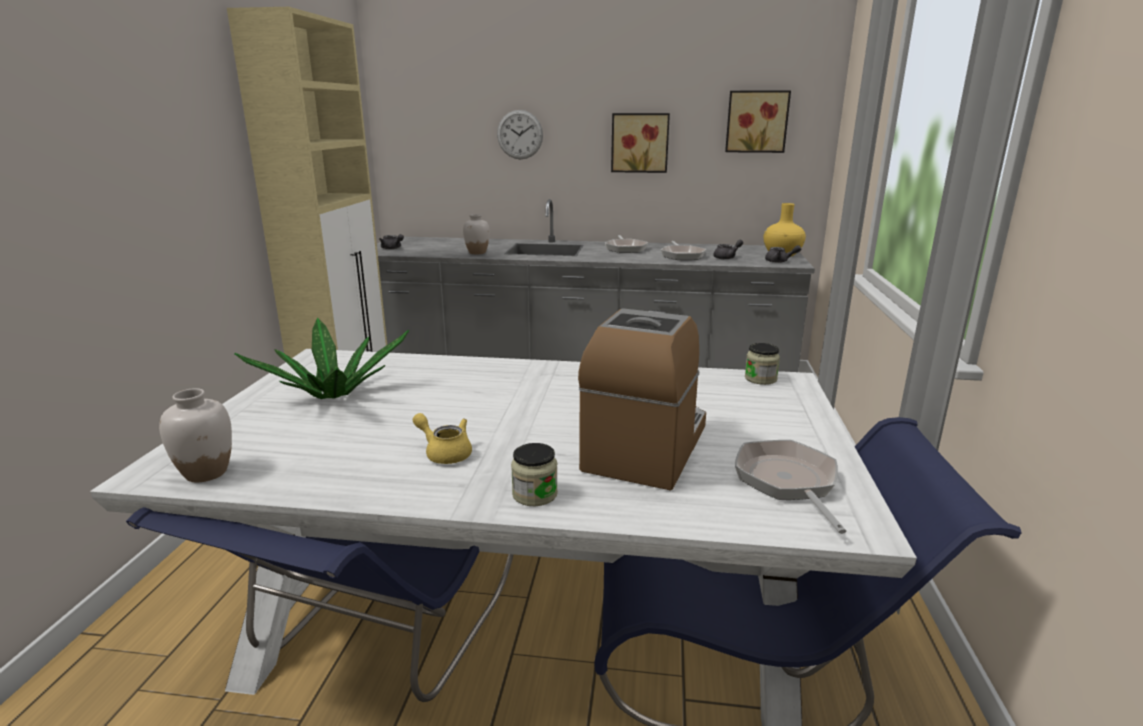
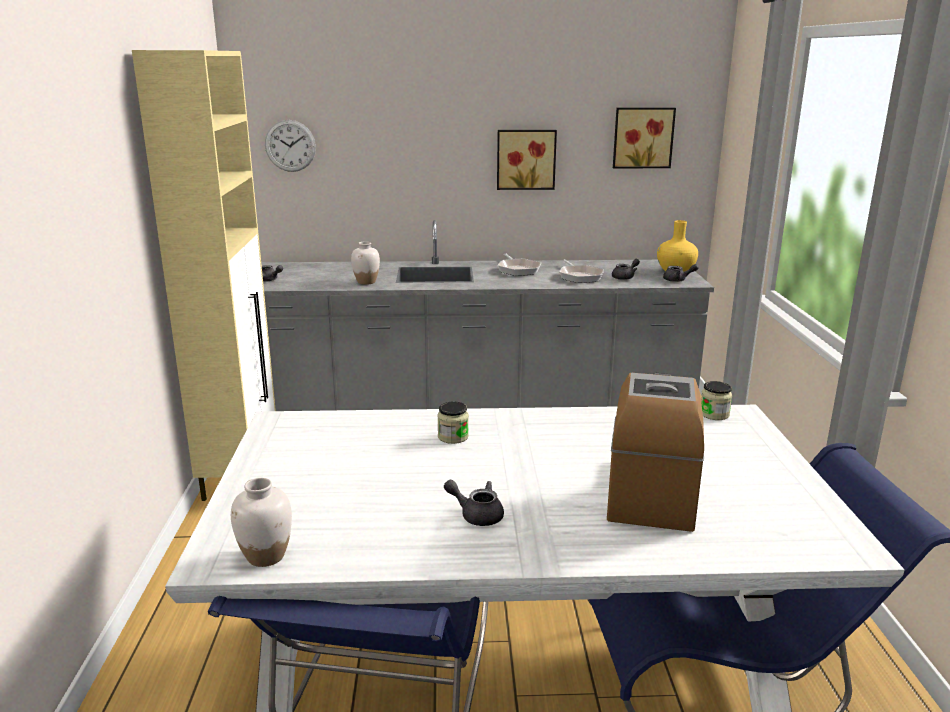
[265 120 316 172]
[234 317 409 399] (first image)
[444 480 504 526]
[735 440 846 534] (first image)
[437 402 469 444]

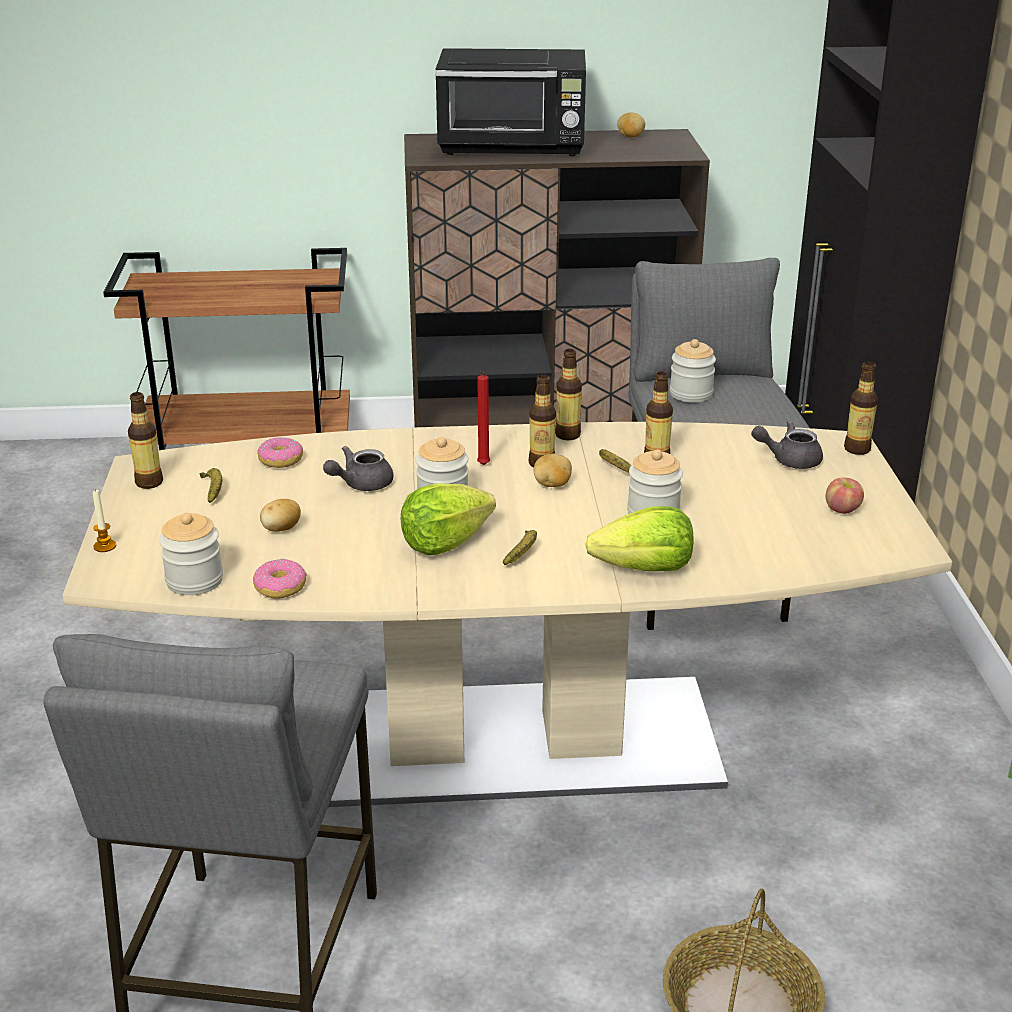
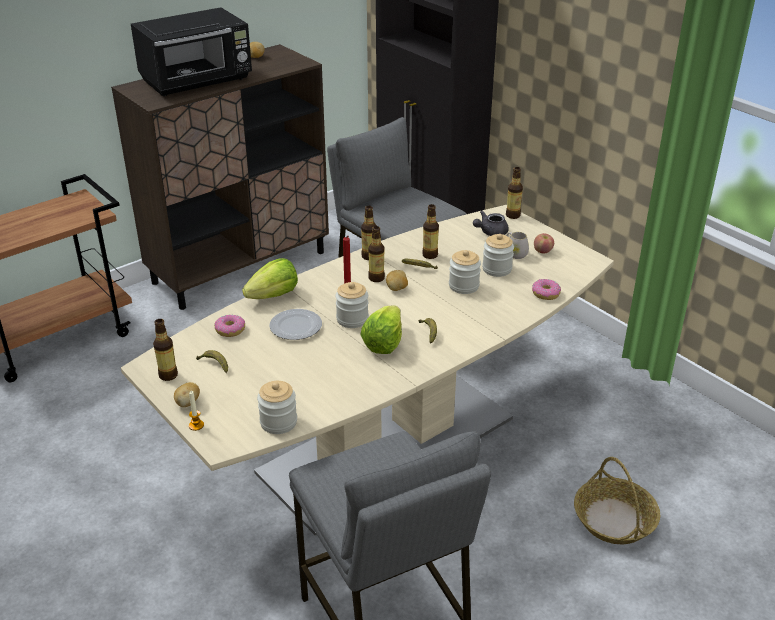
[482 234 514 277]
[269 309 322 340]
[174 382 200 407]
[242 258 298 299]
[532 279 561 300]
[507 232 529 259]

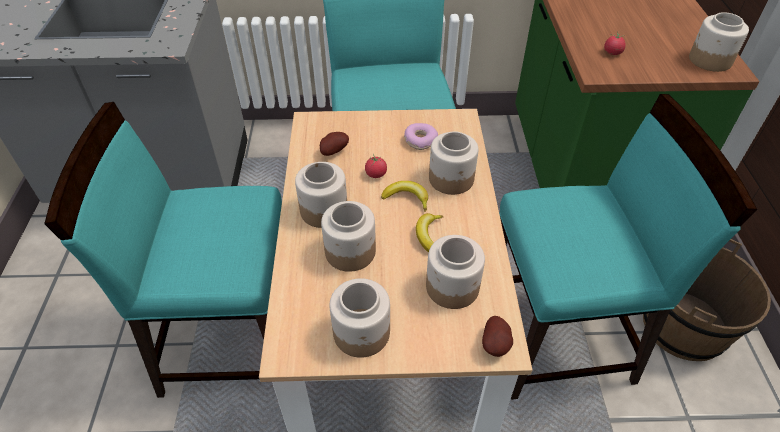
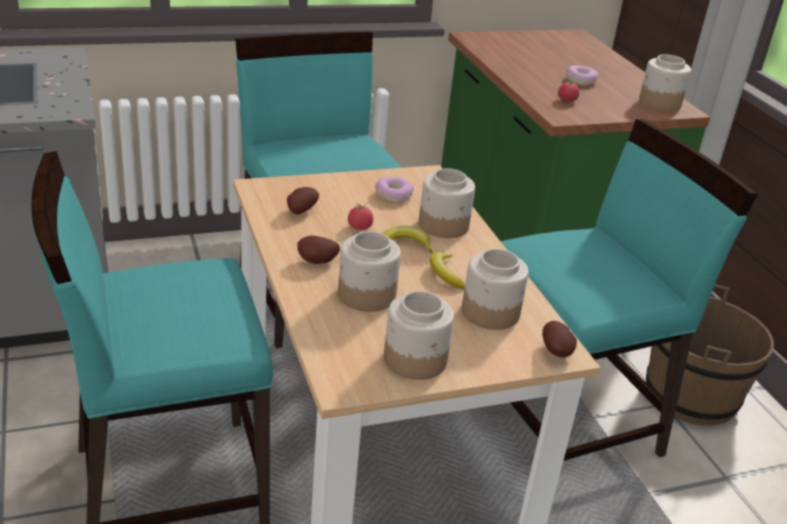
[297 236 340 264]
[566 66 598 86]

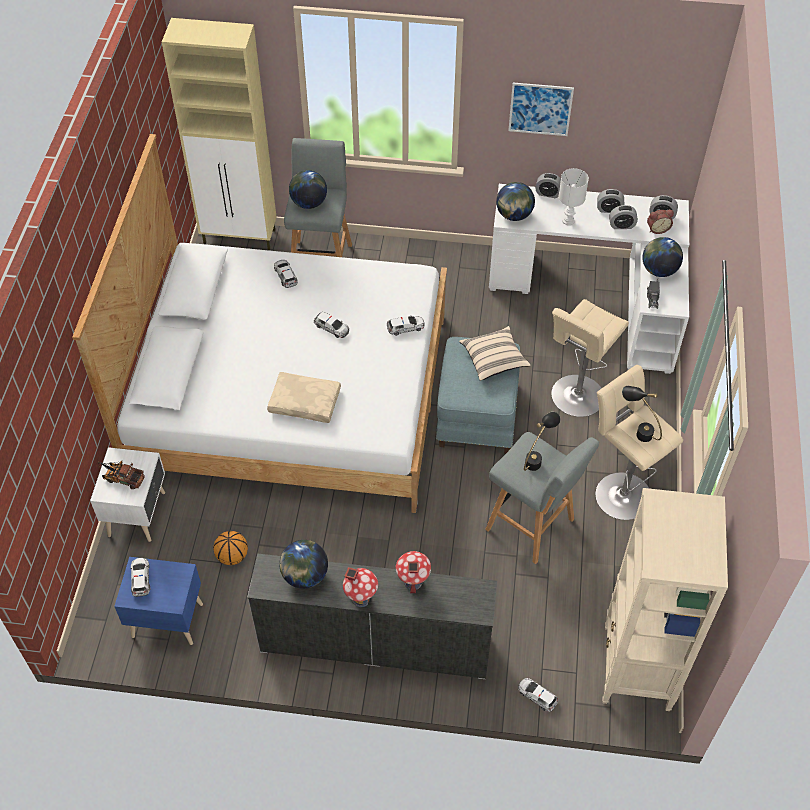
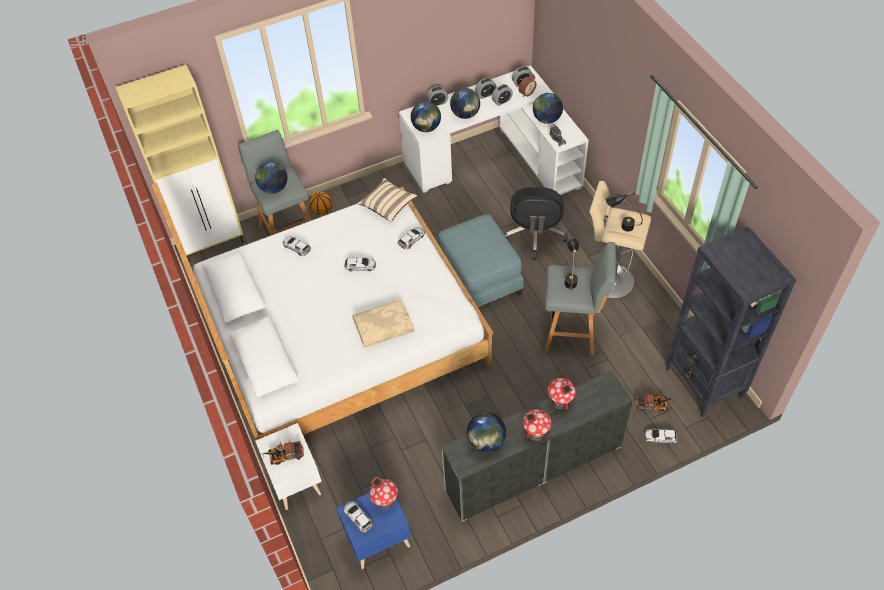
[508 83 574 136] (first image)
[450 88 480 119]
[504 187 568 260]
[358 178 417 222]
[665 226 796 417]
[309 192 332 215]
[636 392 674 412]
[369 476 398 510]

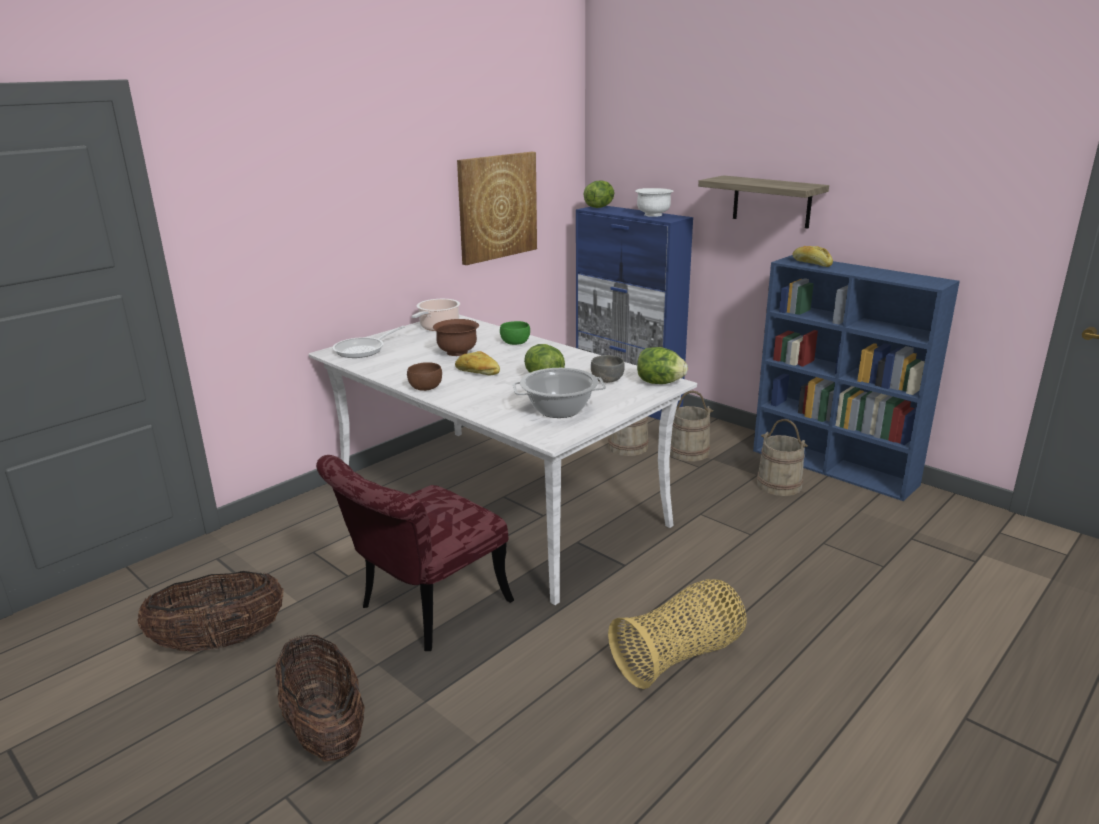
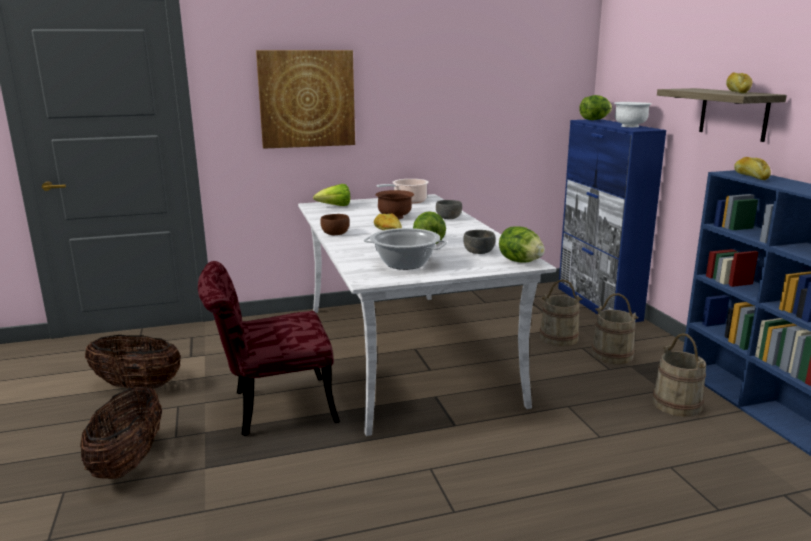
[256 50 355 149]
[436 200 462 219]
[313 184 350 206]
[608 579 747 689] (first image)
[726 72 753 94]

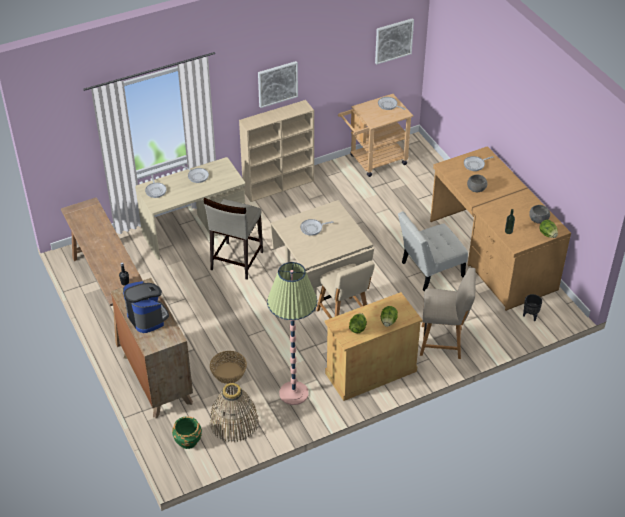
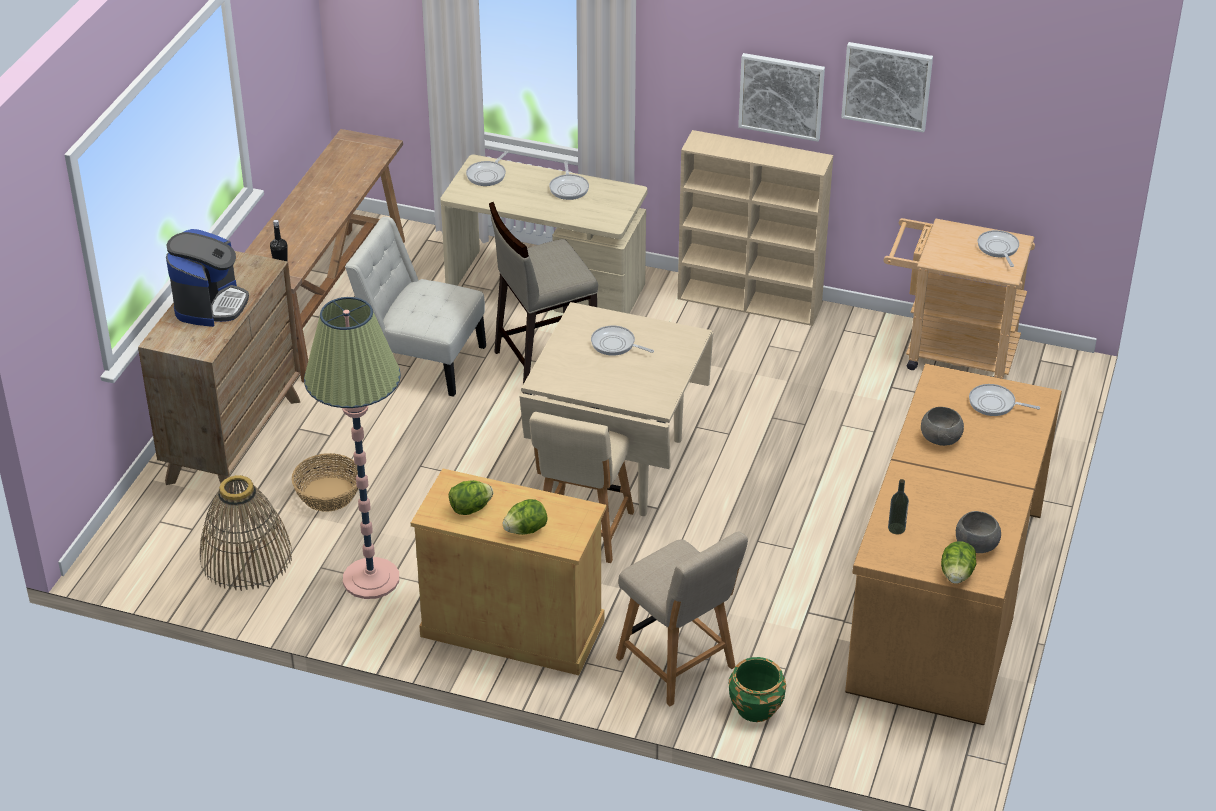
[841 42 933 133]
[345 217 486 397]
[523 294 542 321] (first image)
[729 657 786 722]

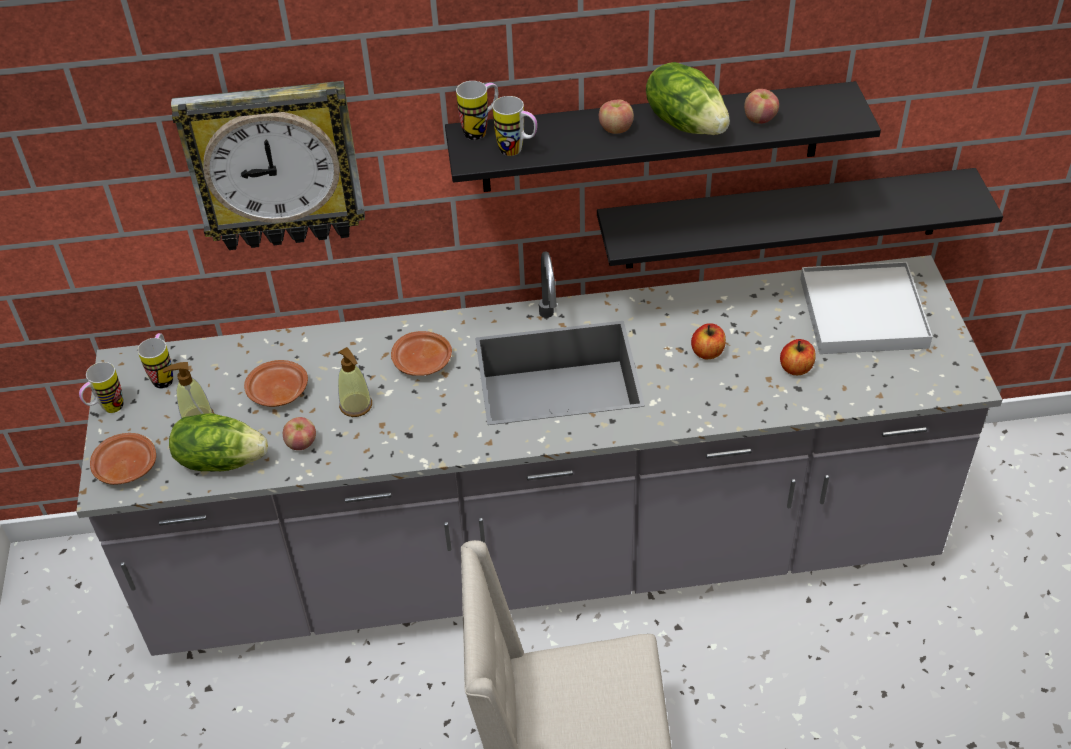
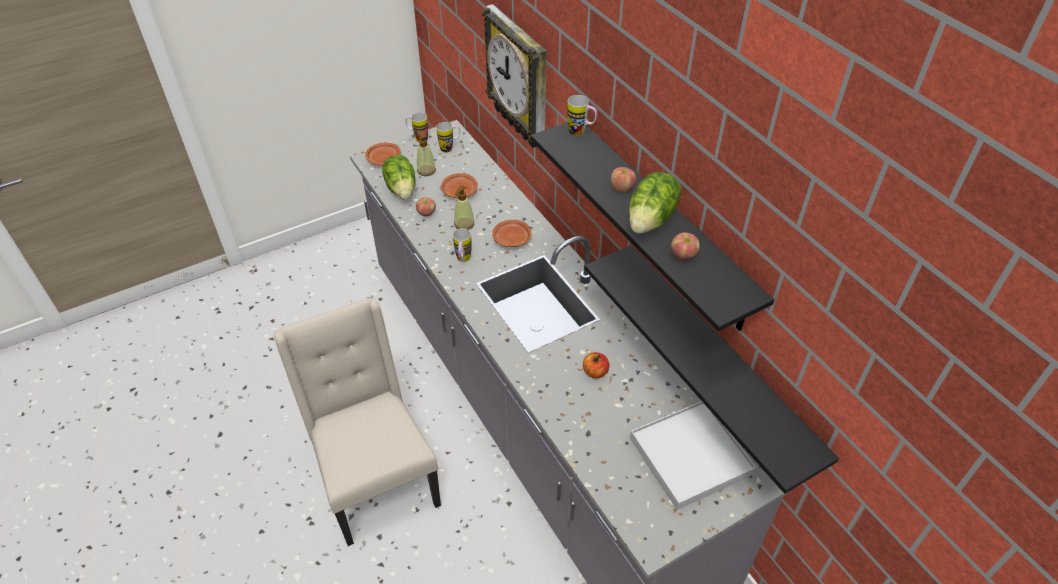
[453 228 472 262]
[780 339 816 375] (first image)

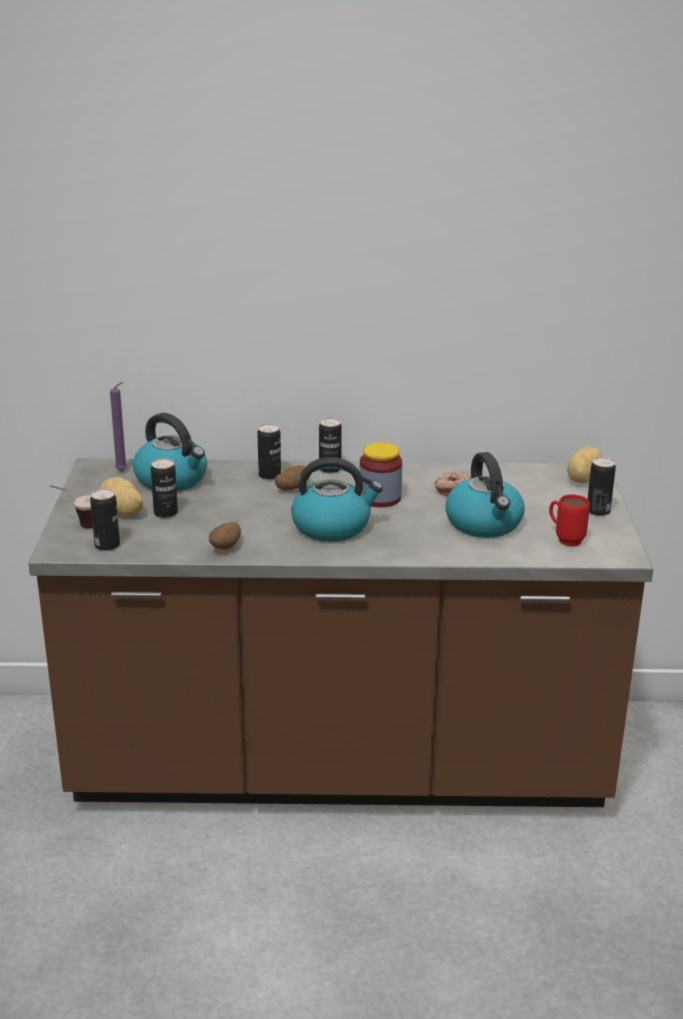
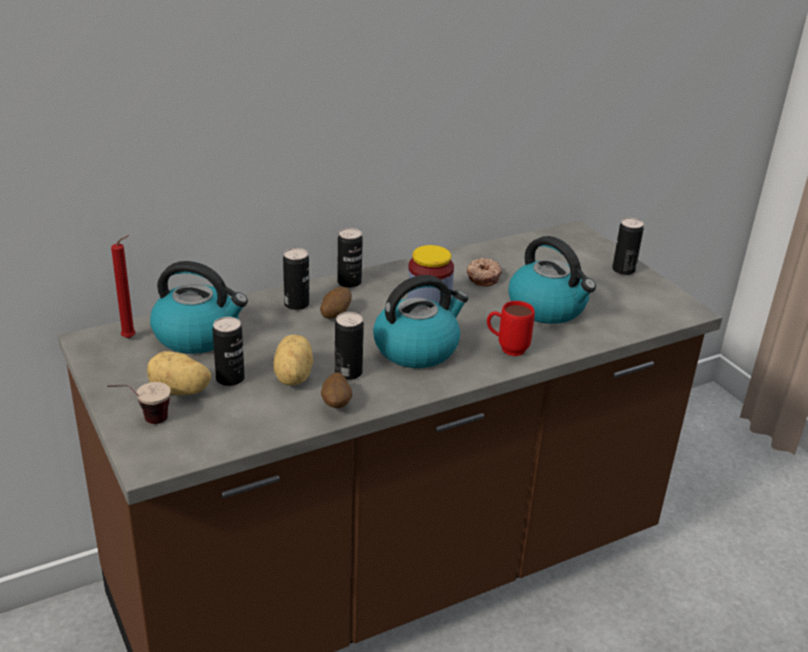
[111 235 136 339]
[273 335 314 386]
[335 312 364 380]
[487 301 535 356]

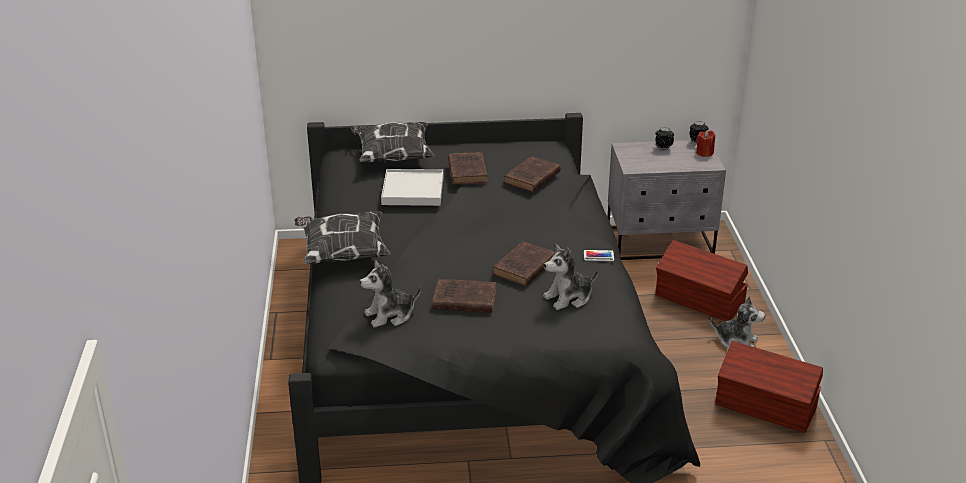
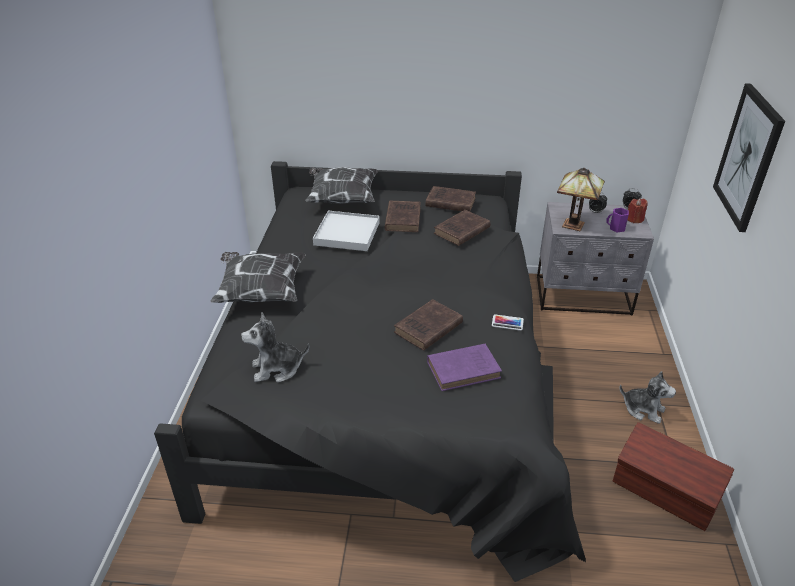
[656 240 748 321] (first image)
[427 344 502 391]
[426 186 476 212]
[713 83 785 232]
[557 167 605 231]
[606 208 629 233]

